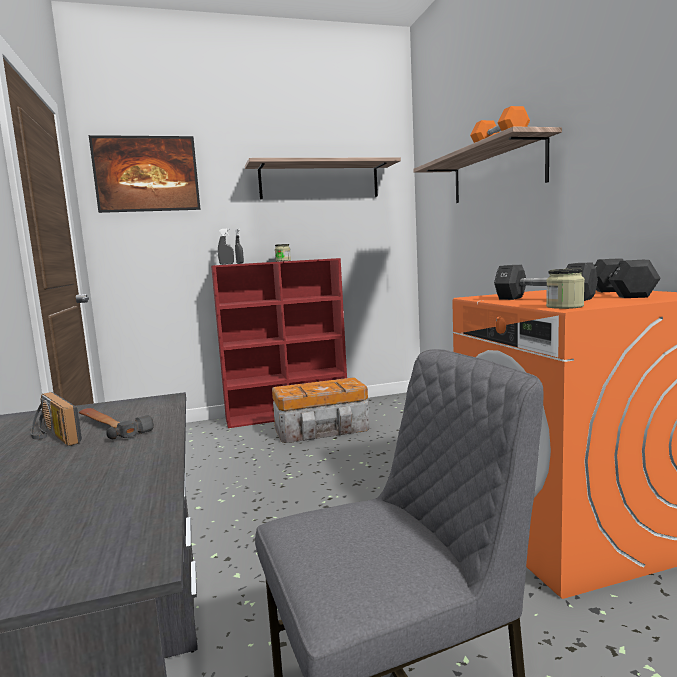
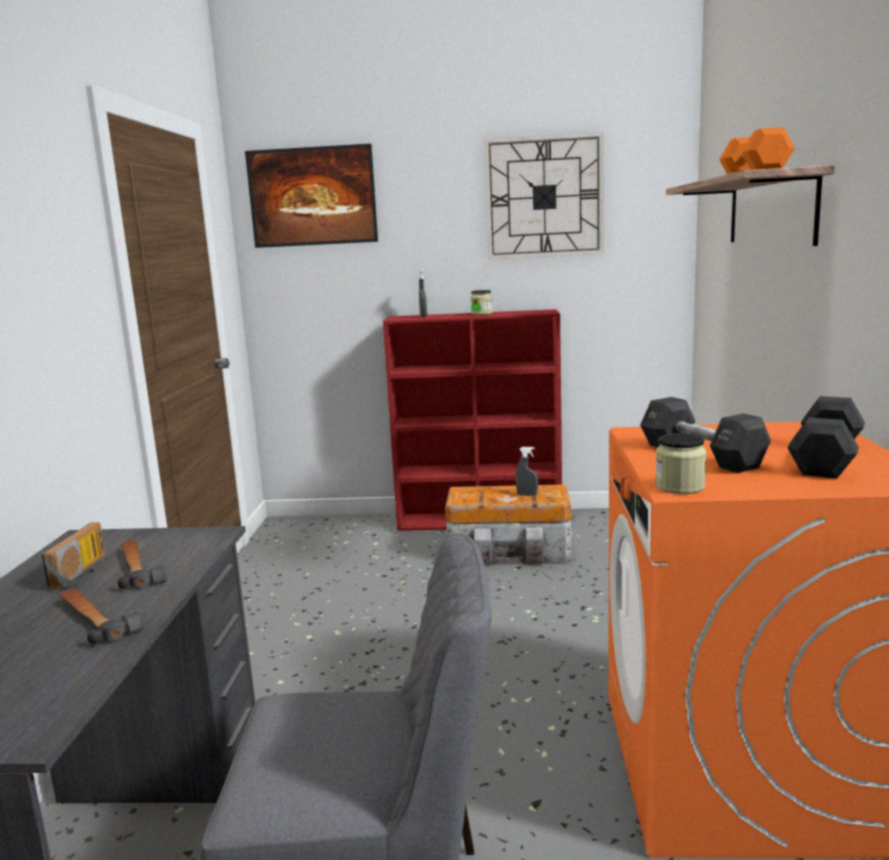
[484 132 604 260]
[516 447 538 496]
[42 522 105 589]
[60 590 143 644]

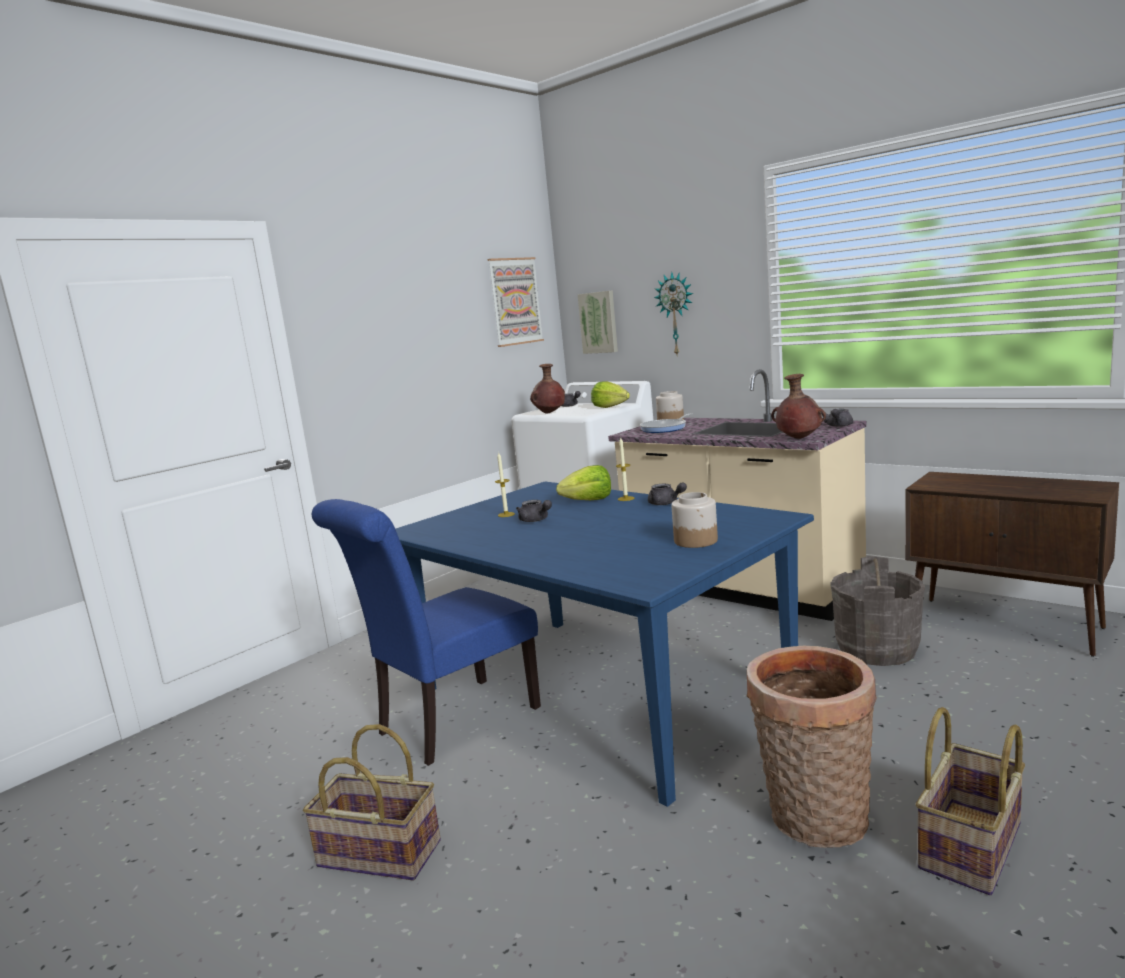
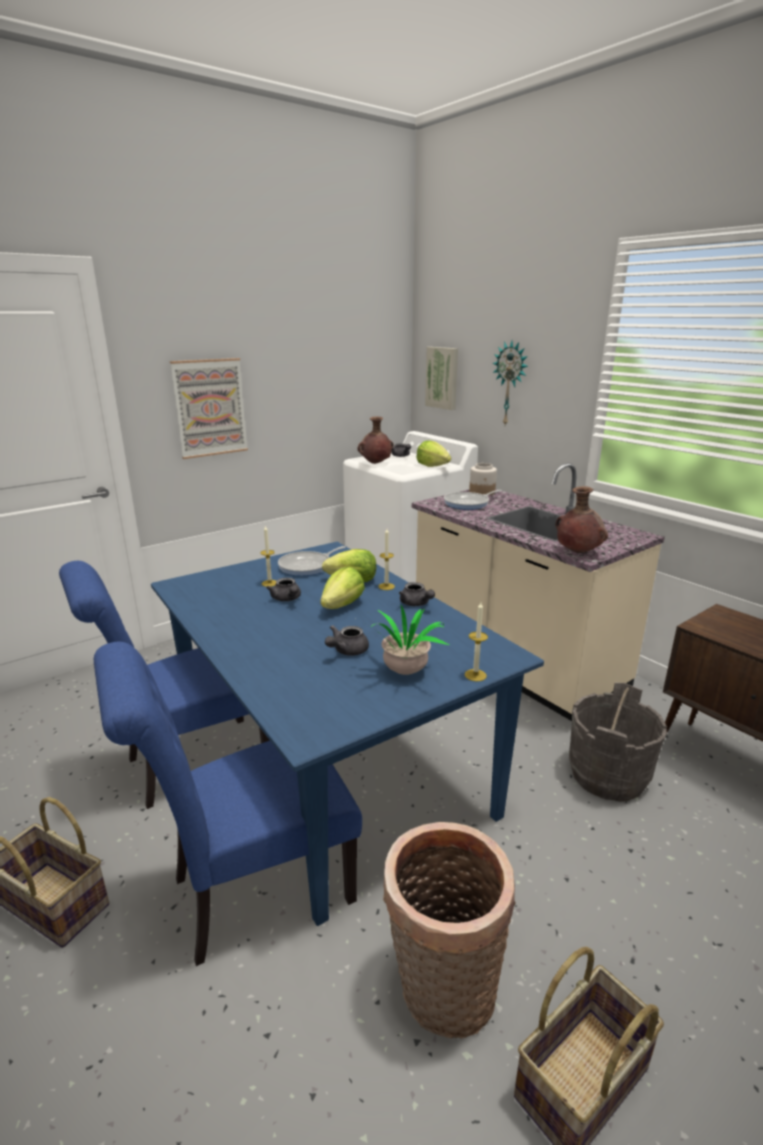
[170 358 248 459]
[325 625 369 656]
[361 605 449 675]
[278 546 346 576]
[320 567 365 609]
[465 602 488 682]
[94 642 362 966]

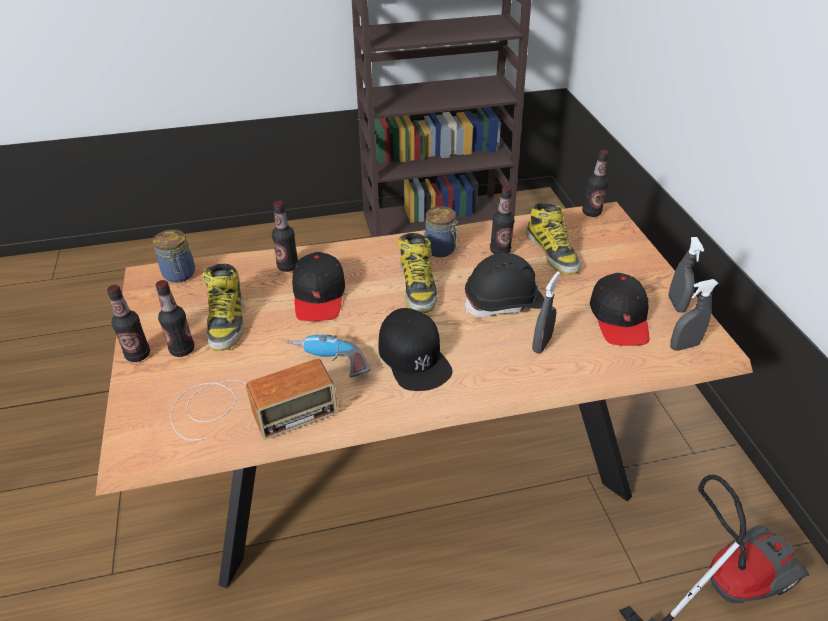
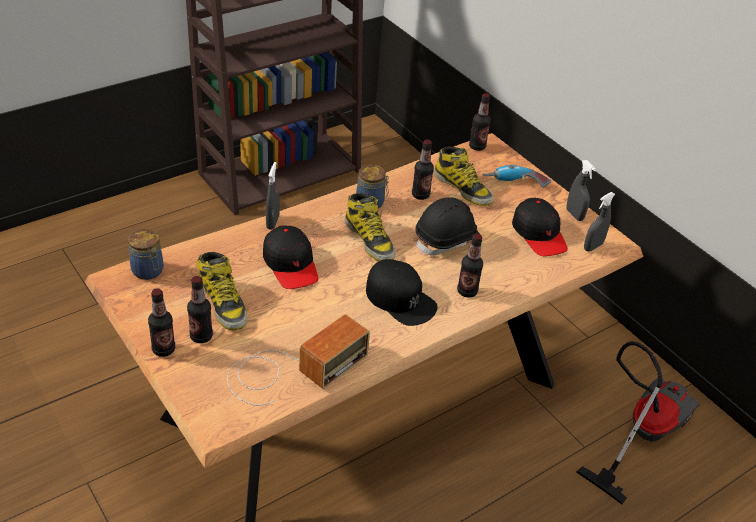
[457 234 483 298]
[266 162 280 230]
[483 165 551 188]

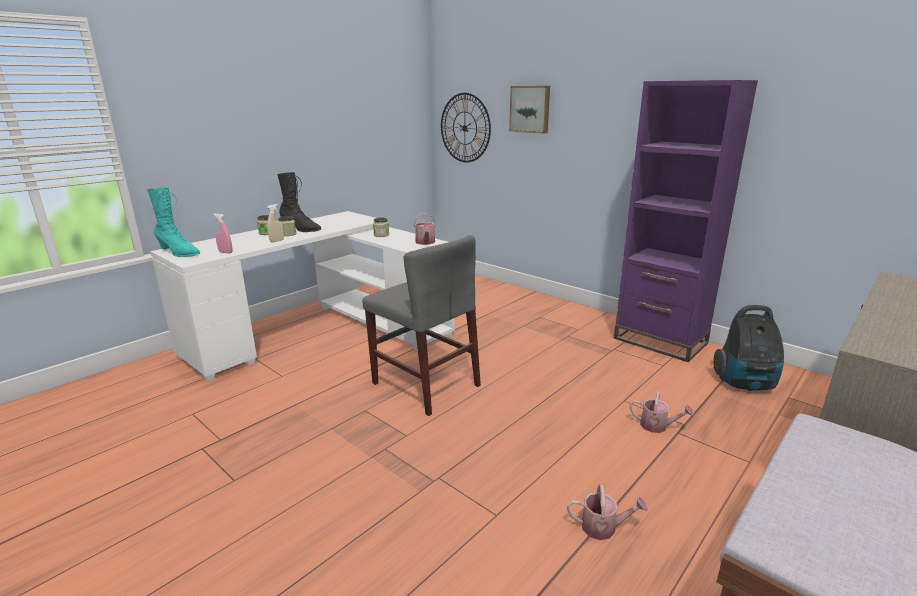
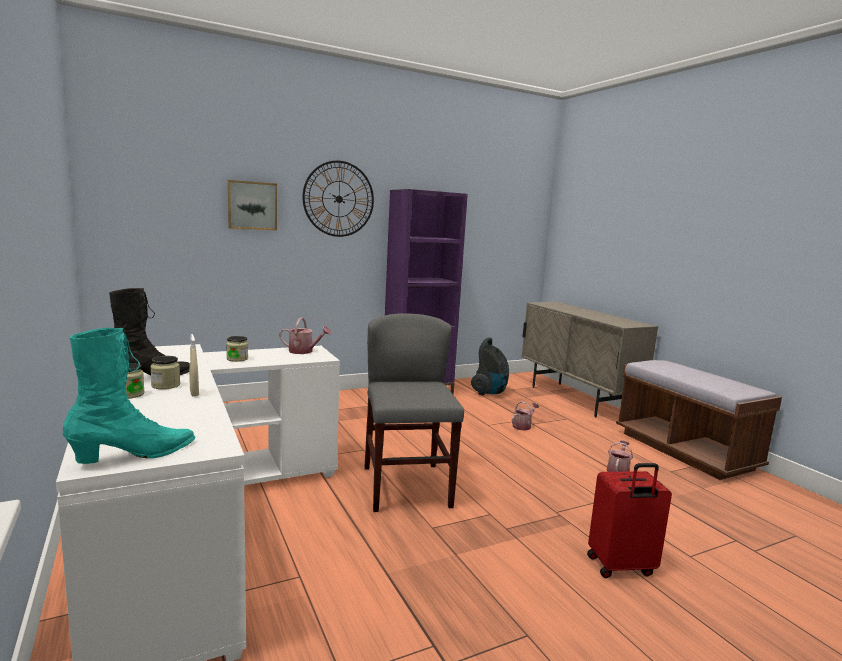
[303 161 374 237]
[213 213 232 254] (first image)
[364 313 464 512]
[587 463 672 578]

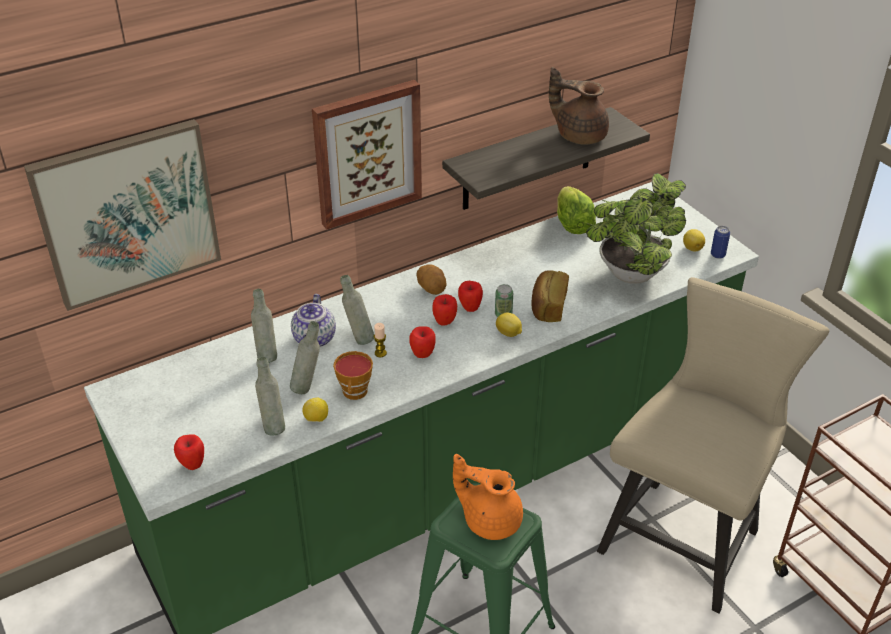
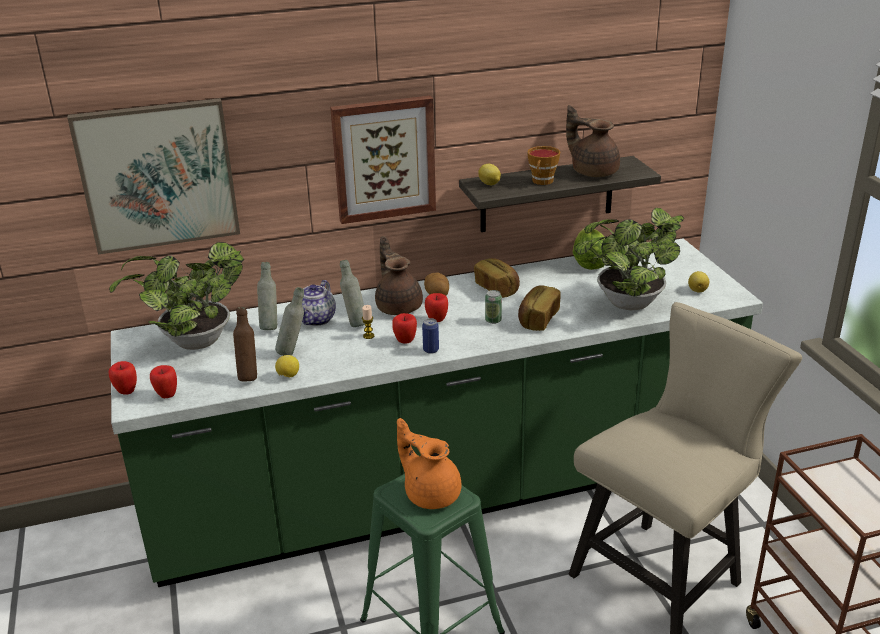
[422 318 439 354]
[109 361 137 395]
[478 164 501 185]
[527 146 560 185]
[233 307 257 381]
[375 236 423 315]
[109 242 244 350]
[474 258 520 298]

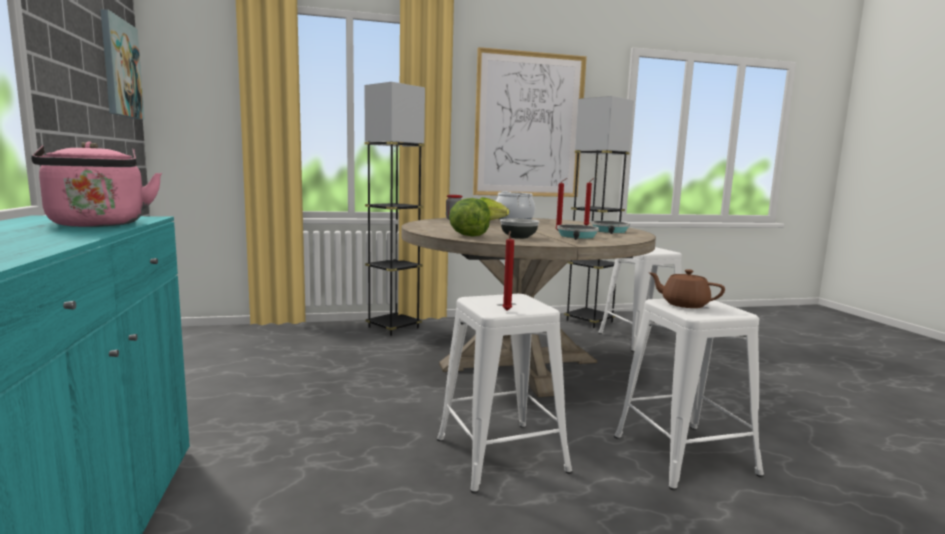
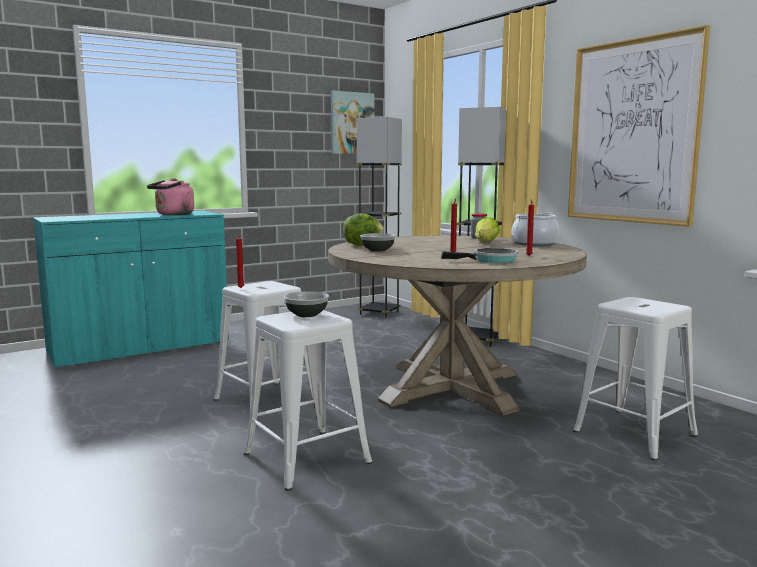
[357 117 402 318]
[557 225 599 240] (first image)
[284 291 329 317]

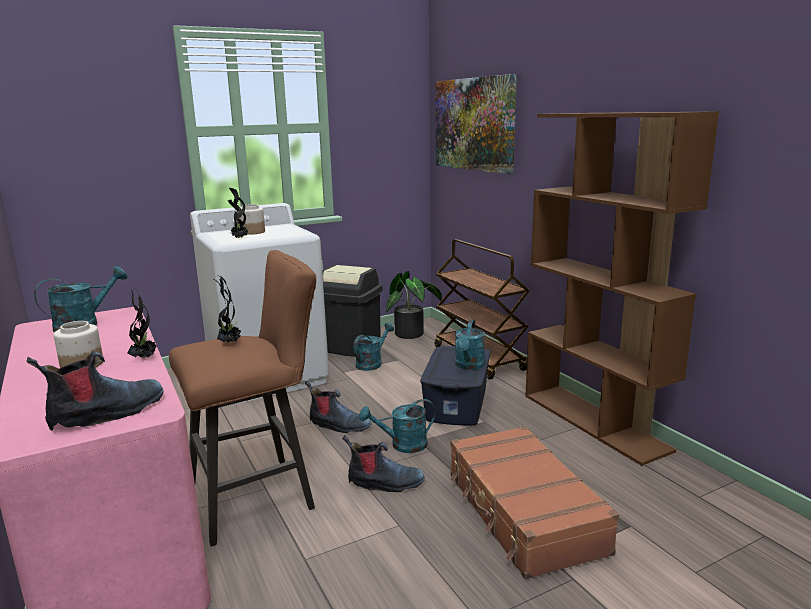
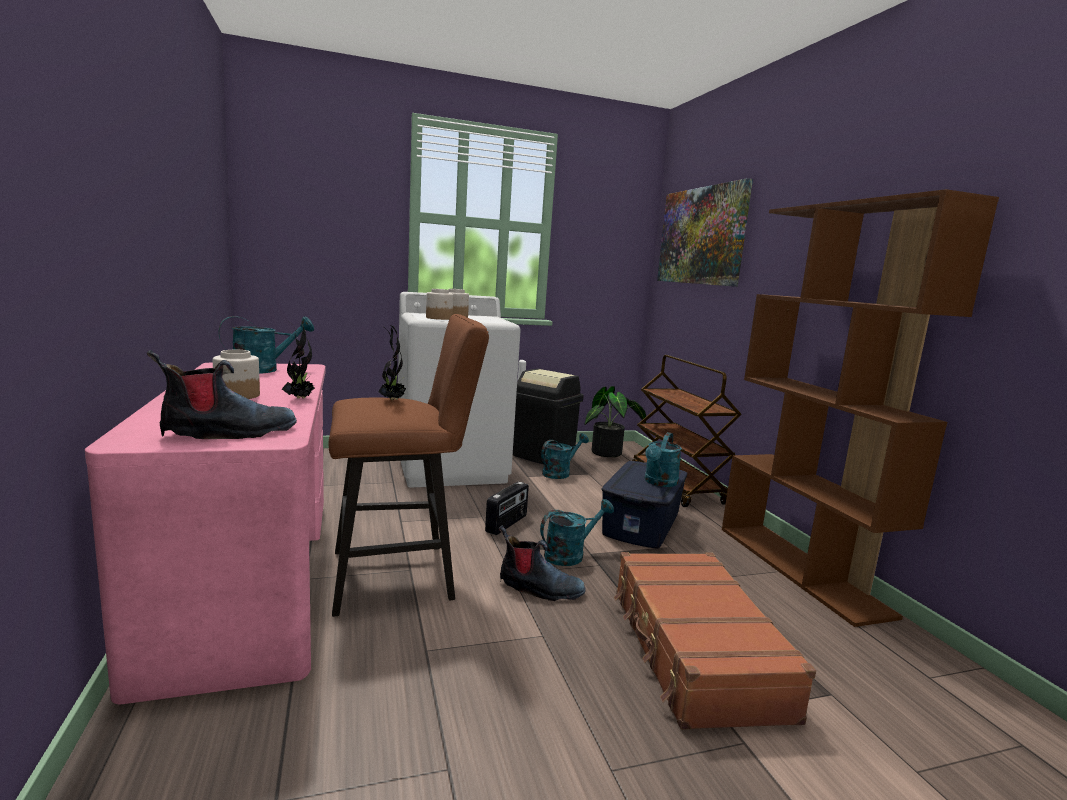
[426 289 453 320]
[485 482 529 535]
[540 499 614 566]

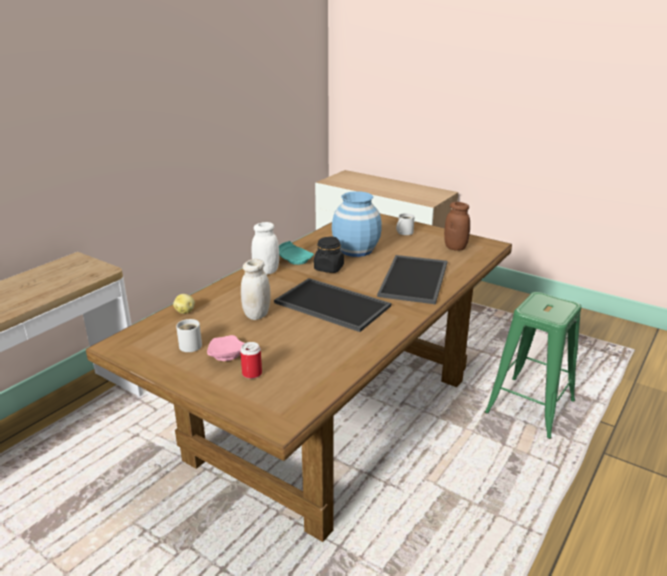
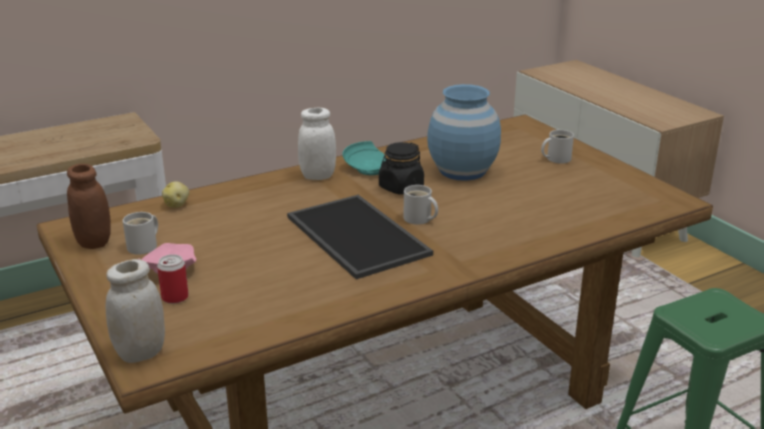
[67 164 111 249]
[377 255 447 304] (first image)
[106 259 165 363]
[403 185 438 225]

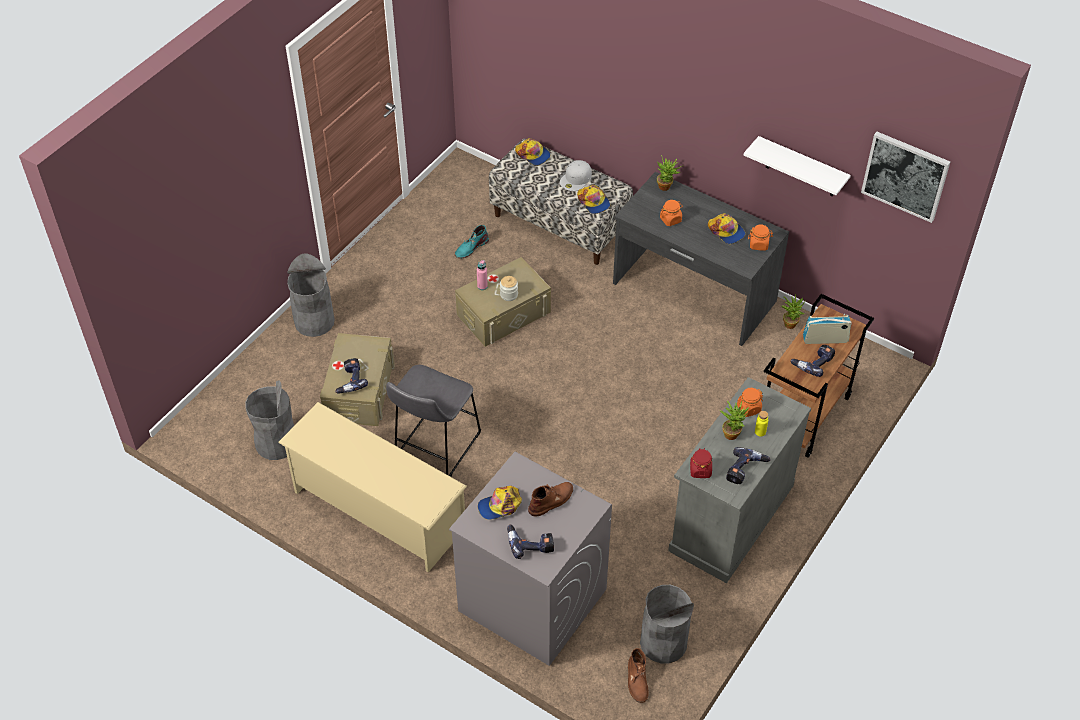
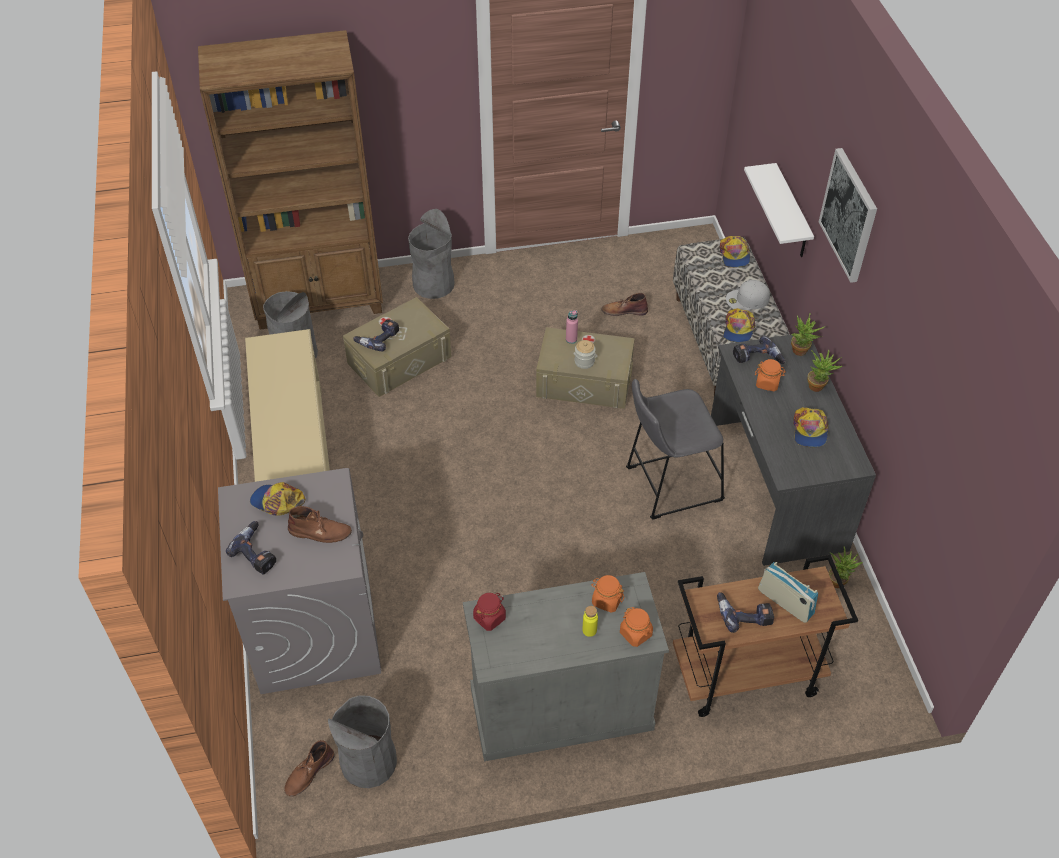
[819 148 877 283]
[744 163 814 257]
[620 607 653 647]
[602 293 648 316]
[626 379 725 520]
[807 350 842 392]
[733 336 785 364]
[198 30 383 330]

